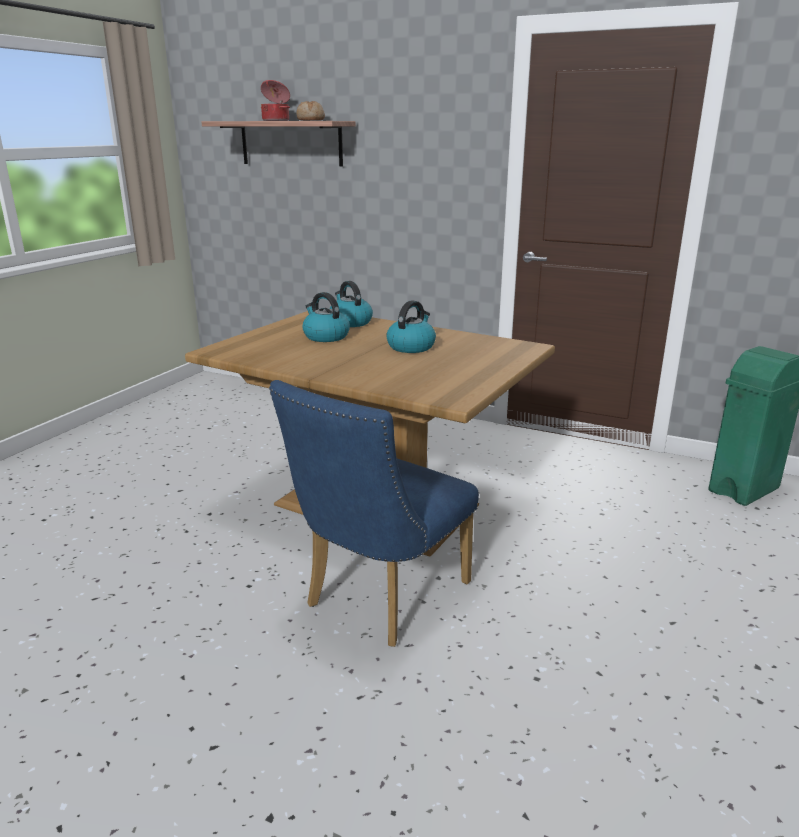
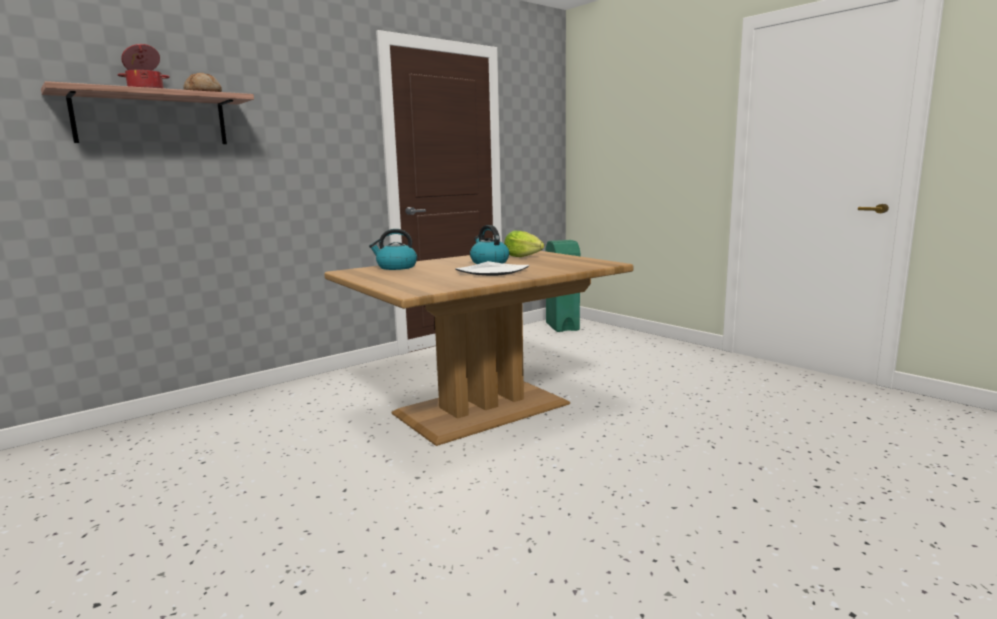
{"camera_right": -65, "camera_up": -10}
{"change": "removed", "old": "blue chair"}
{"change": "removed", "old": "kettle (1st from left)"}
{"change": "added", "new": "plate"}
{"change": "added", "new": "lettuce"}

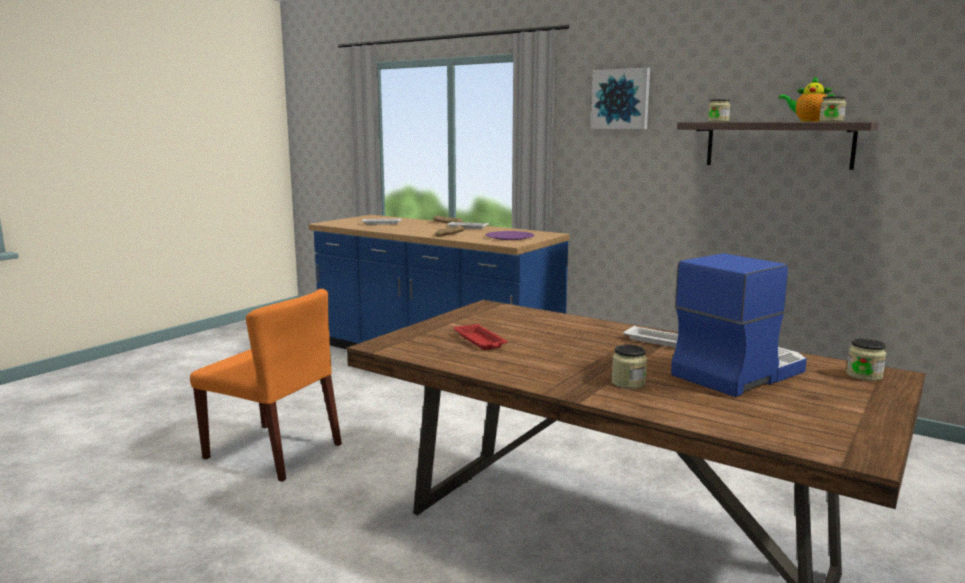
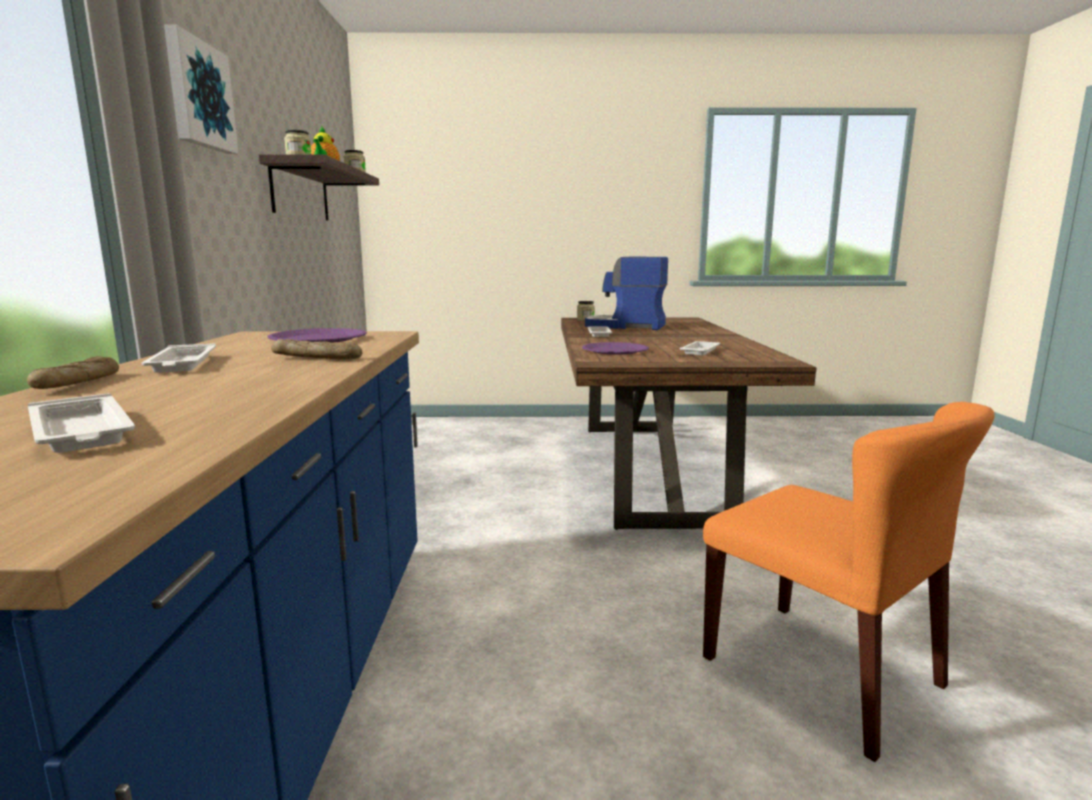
{"camera_right": -125, "camera_up": 0}
{"change": "turned", "old": "orange chair", "degrees": 150}
{"change": "recoloured", "old": "red tray", "new": "white tray (4th from left)"}
{"change": "removed", "old": "jar (1st from left)"}
{"change": "added", "new": "purple plate (2nd from left)"}

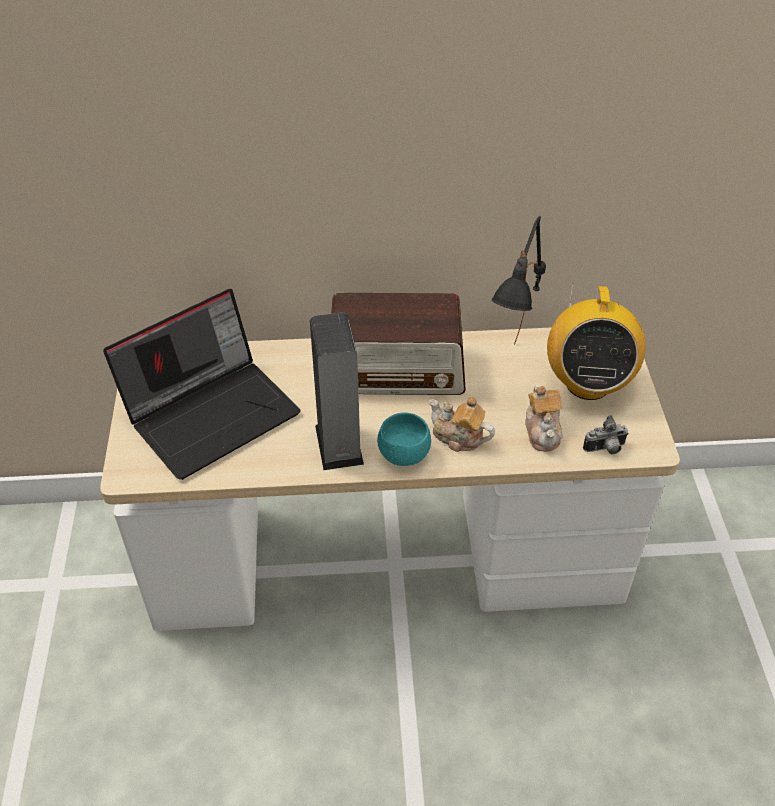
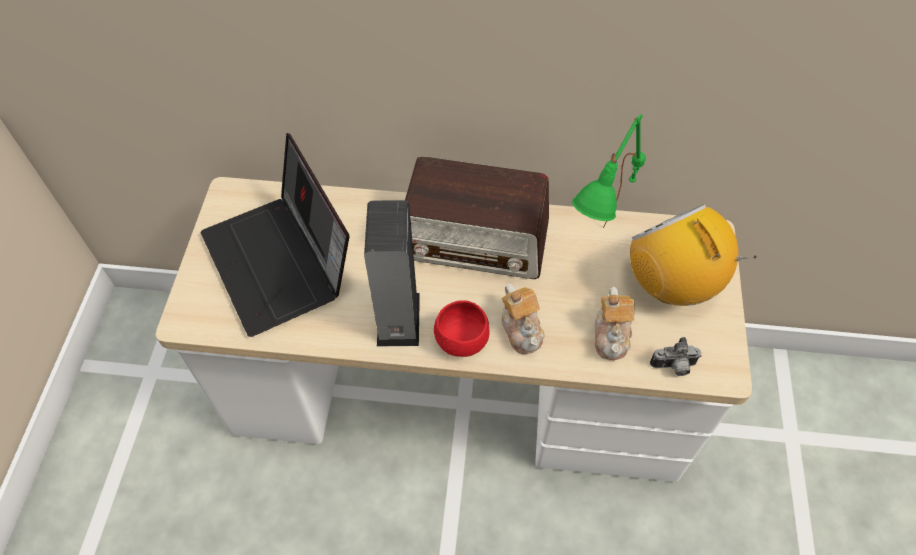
{"camera_right": 10, "camera_up": 10}
{"change": "turned", "old": "laptop", "degrees": 90}
{"change": "recoloured", "old": "turquoise bowl", "new": "red bowl"}
{"change": "turned", "old": "teapot (1st from left)", "degrees": -150}
{"change": "recoloured", "old": "black table lamp", "new": "green table lamp"}
{"change": "turned", "old": "radio (2nd from left)", "degrees": 135}

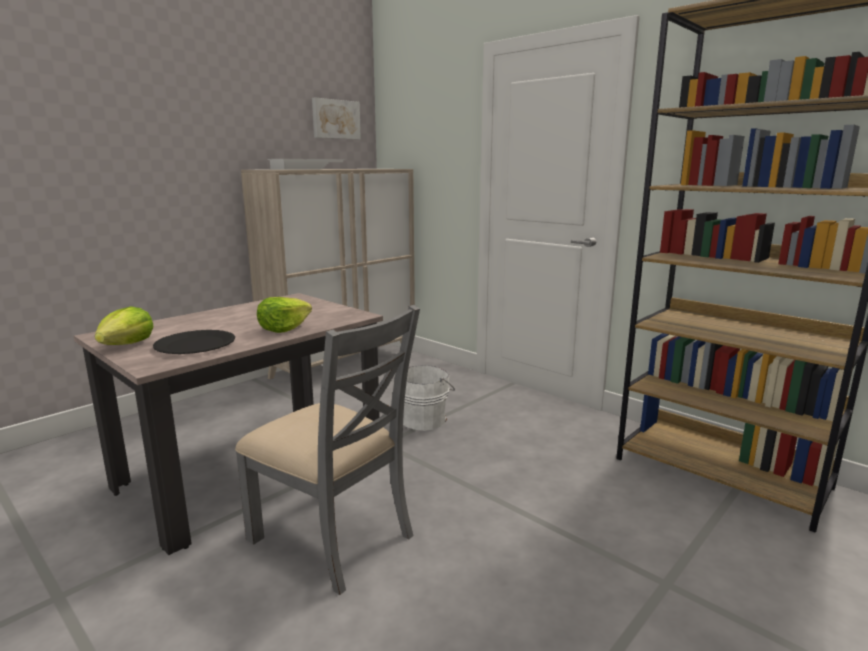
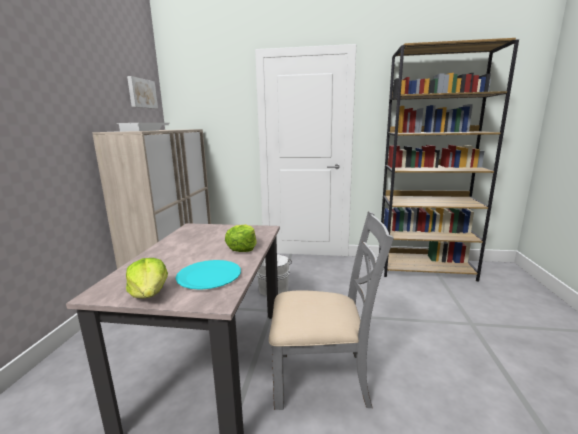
{"camera_right": -35, "camera_up": 0}
{"change": "recoloured", "old": "black plate", "new": "turquoise plate"}

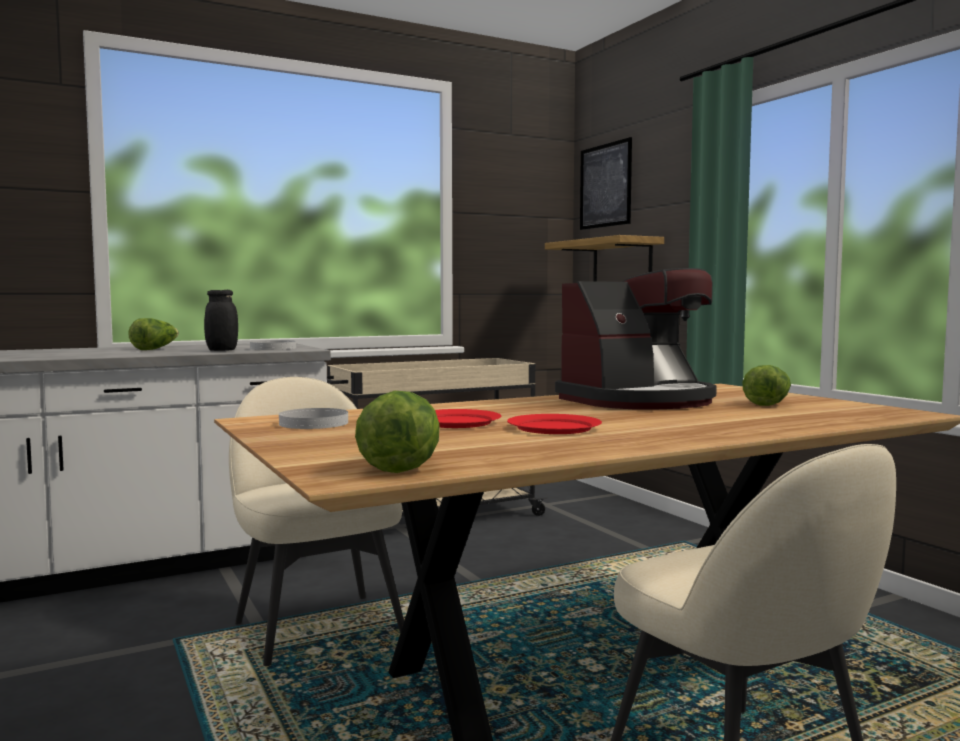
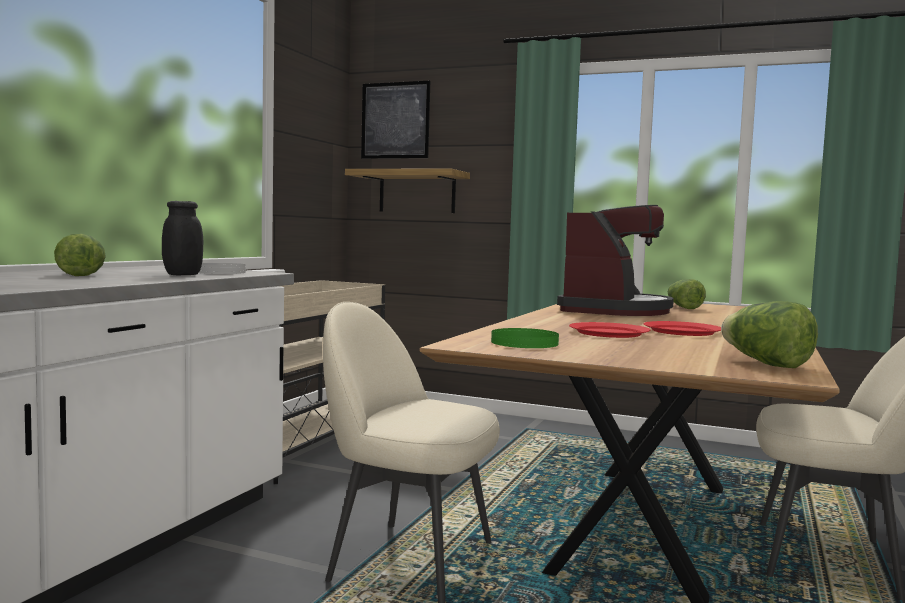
{"camera_right": -40, "camera_up": 0}
{"change": "recoloured", "old": "white plate (2nd from left)", "new": "green plate"}

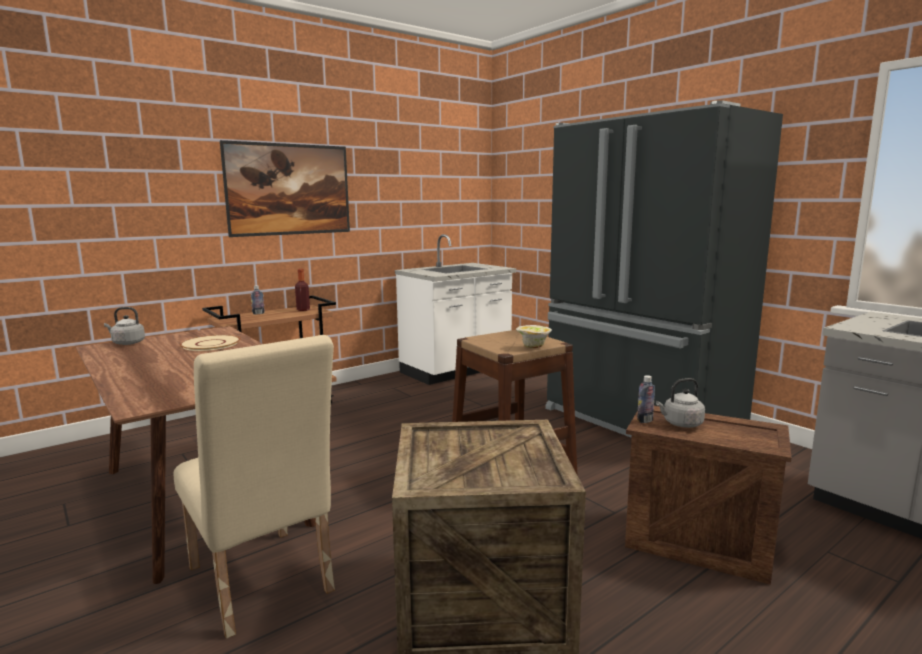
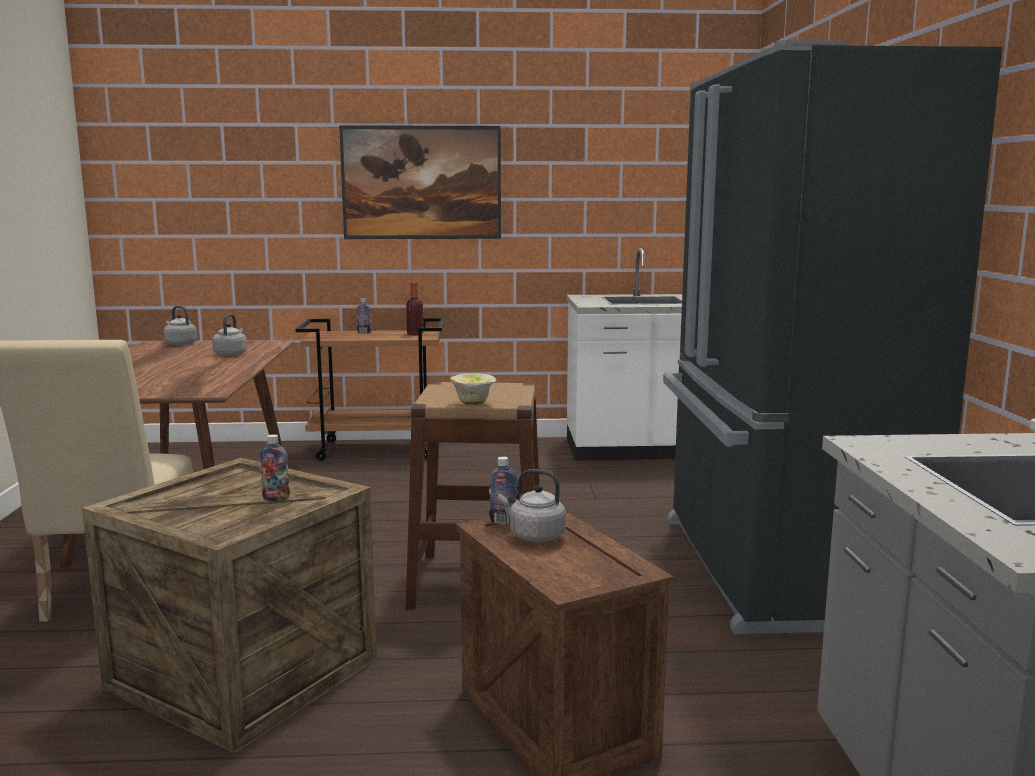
{"camera_right": 35, "camera_up": 0}
{"change": "replaced", "old": "beige plate", "new": "grey kettle (2nd from left)"}
{"change": "added", "new": "bottle (1st from left)"}

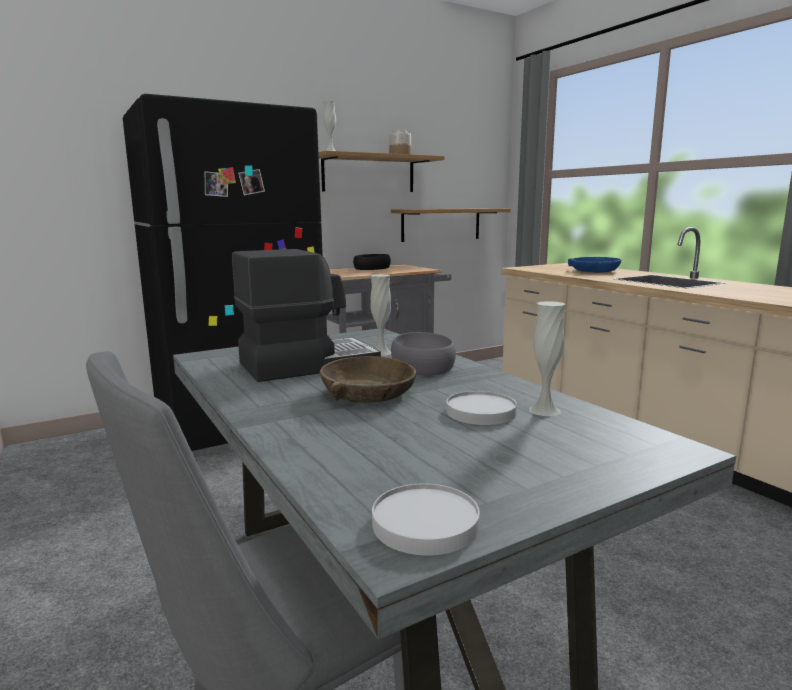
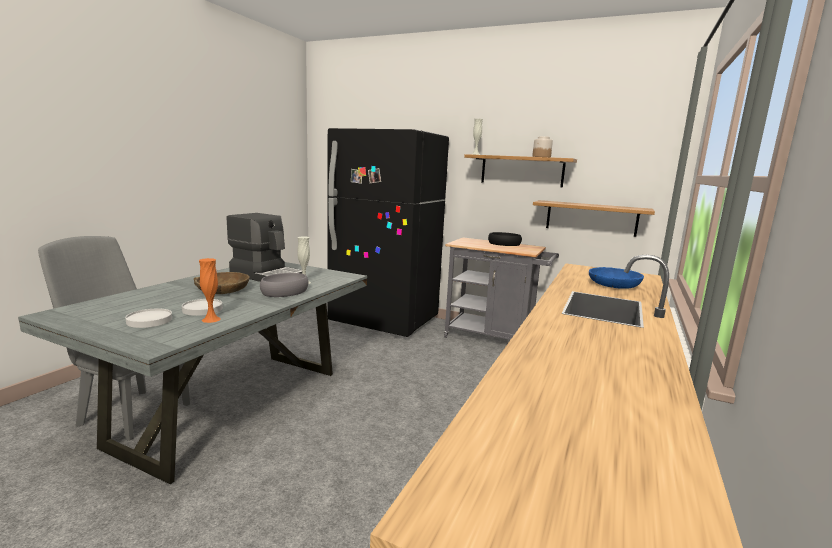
{"camera_right": 55, "camera_up": 0}
{"change": "moved", "old": "white plate (1st from left)"}
{"change": "recoloured", "old": "white vase (3rd from left)", "new": "orange vase"}

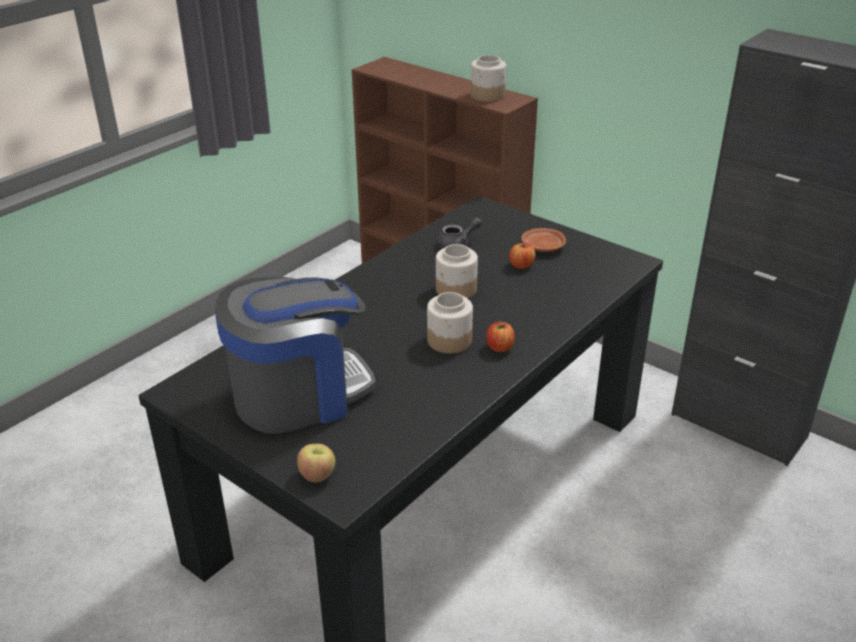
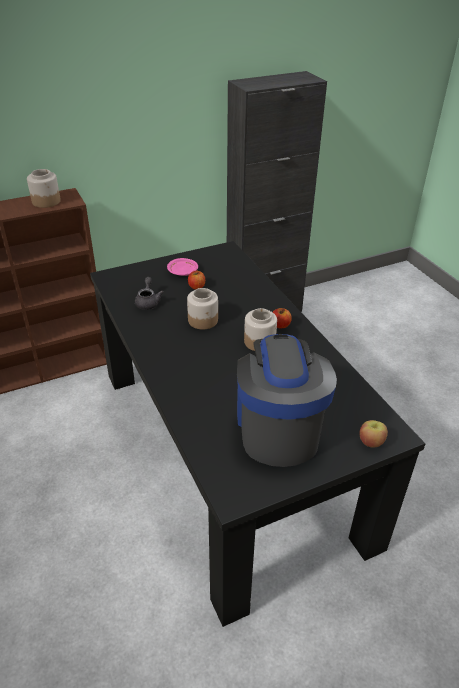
{"camera_right": -65, "camera_up": 5}
{"change": "recoloured", "old": "brown plate", "new": "pink plate"}

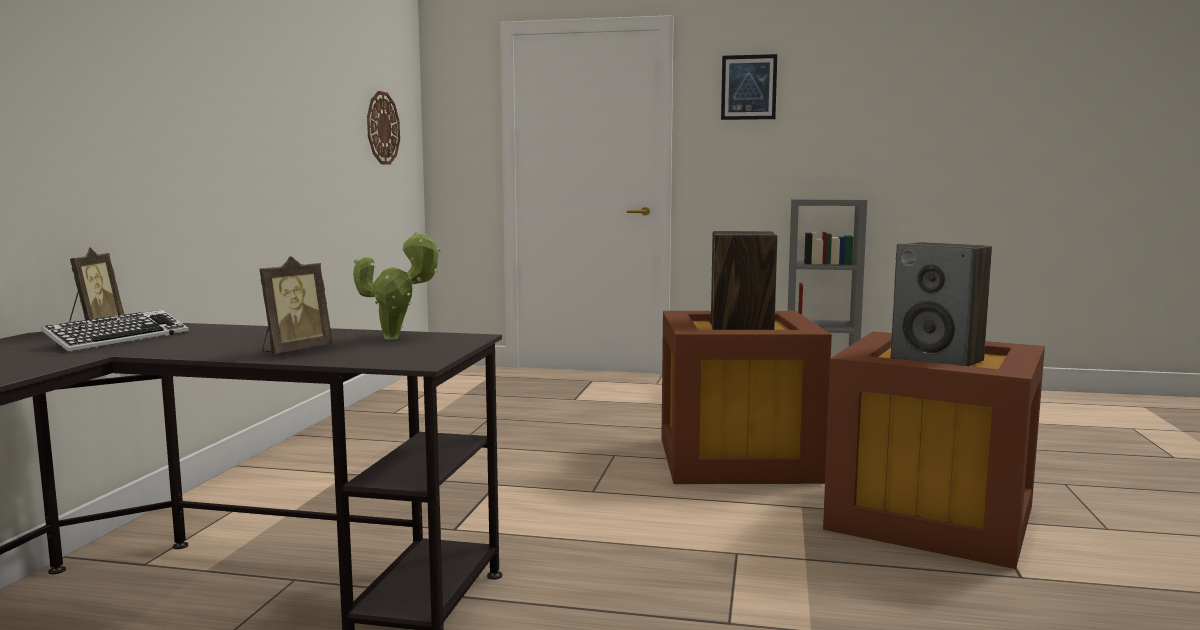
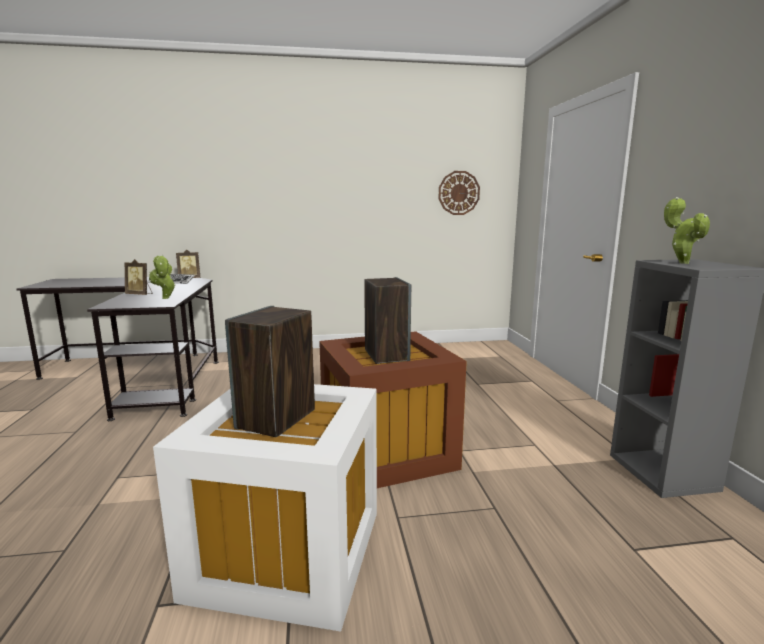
{"camera_right": 70, "camera_up": 5}
{"change": "removed", "old": "picture"}
{"change": "recoloured", "old": "brown storage box (2nd from left)", "new": "white storage box"}
{"change": "added", "new": "potted plant (2nd from left)"}

